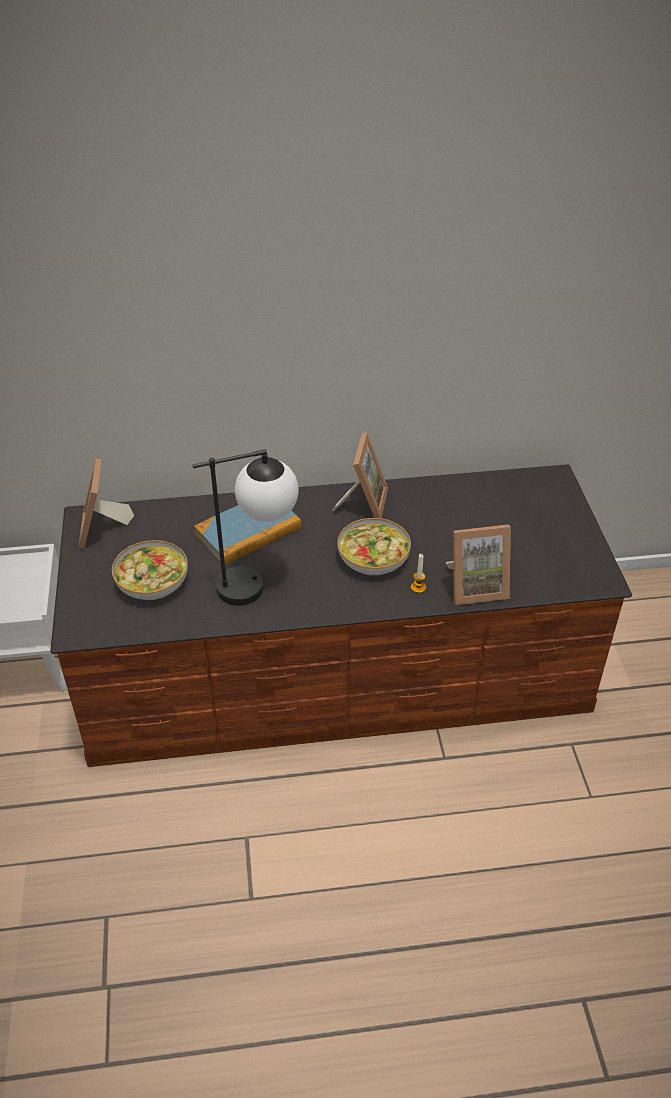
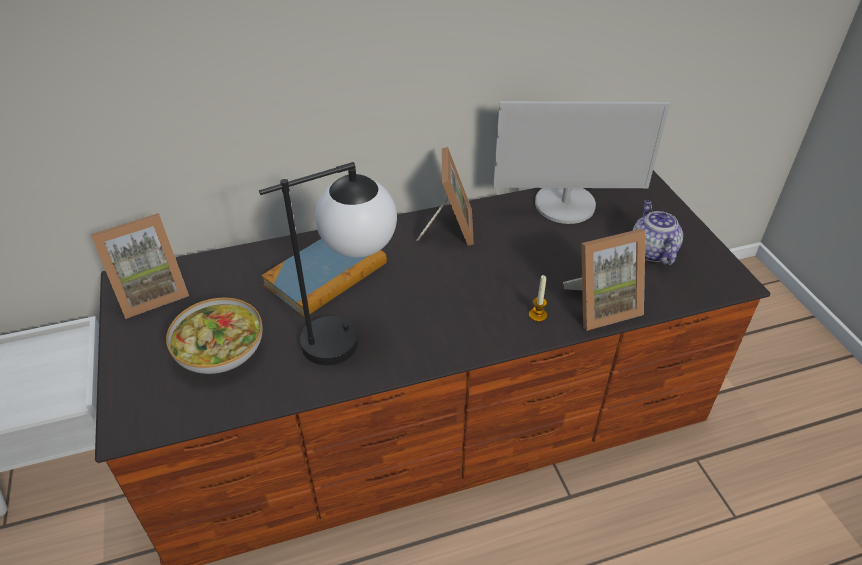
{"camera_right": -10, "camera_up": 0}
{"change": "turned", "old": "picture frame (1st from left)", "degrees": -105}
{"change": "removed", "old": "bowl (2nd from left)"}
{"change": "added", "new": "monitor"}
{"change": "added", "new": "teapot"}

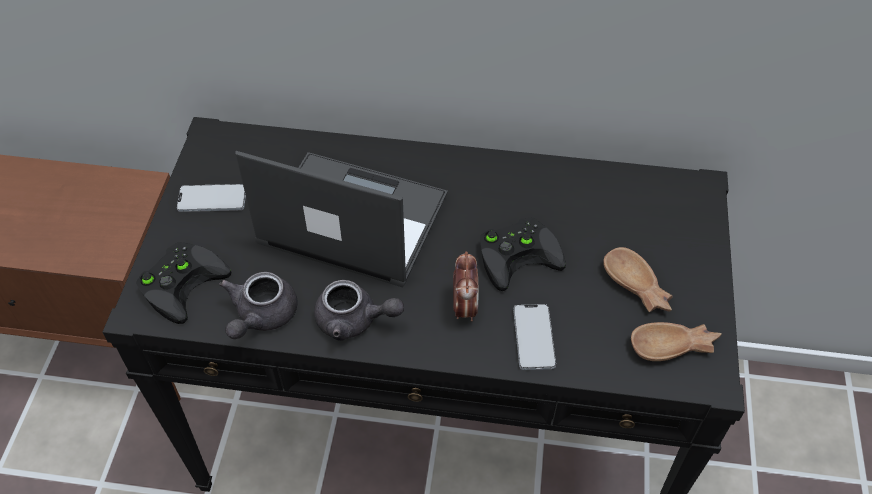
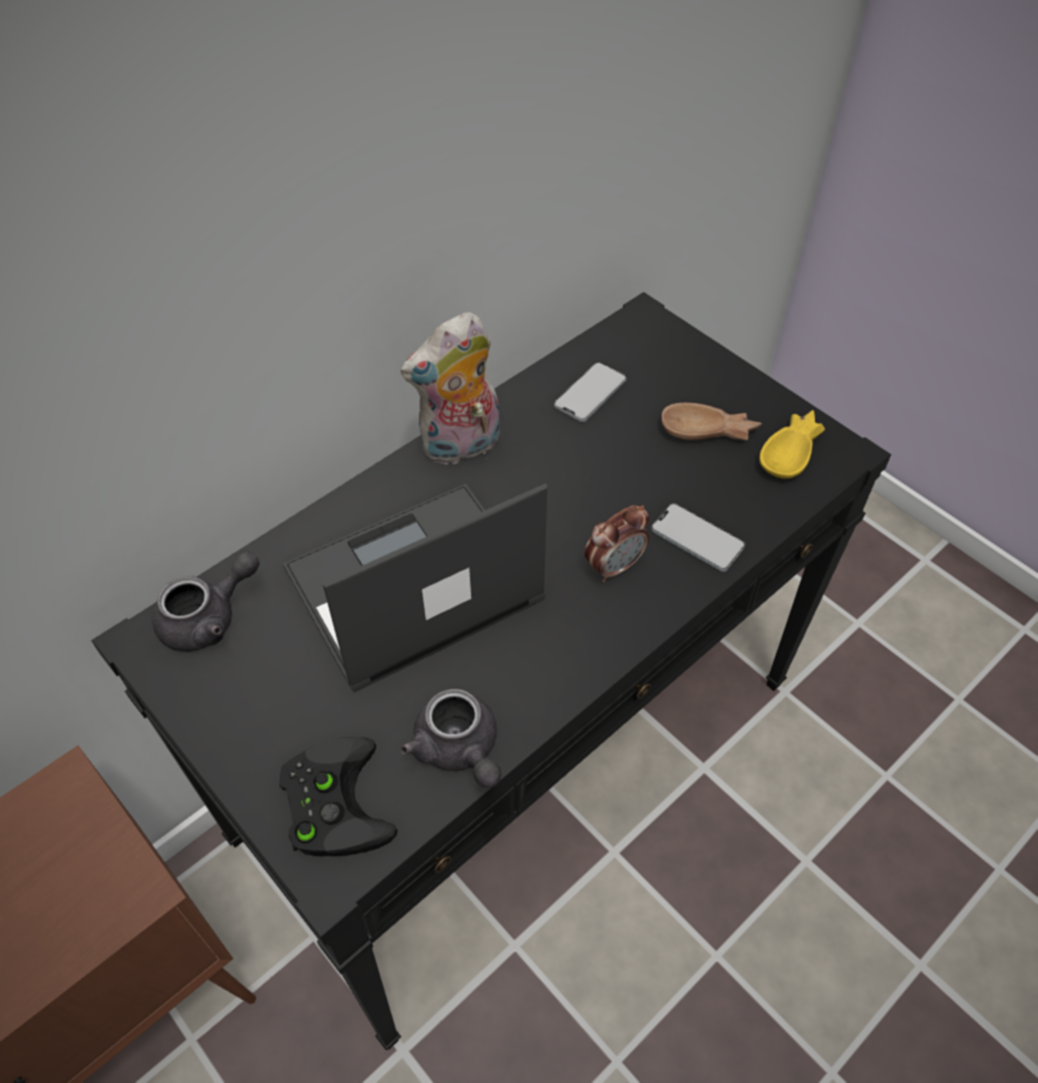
{"camera_right": -50, "camera_up": 0}
{"change": "moved", "old": "phone (1st from left)"}
{"change": "moved", "old": "grey teapot (2nd from left in the first image)", "new": "grey teapot (1st from left)"}
{"change": "turned", "old": "alarm clock", "degrees": 105}
{"change": "removed", "old": "black game controller (2nd from left)"}
{"change": "recoloured", "old": "brown bowl (2nd from left)", "new": "yellow bowl"}
{"change": "added", "new": "plush toy"}

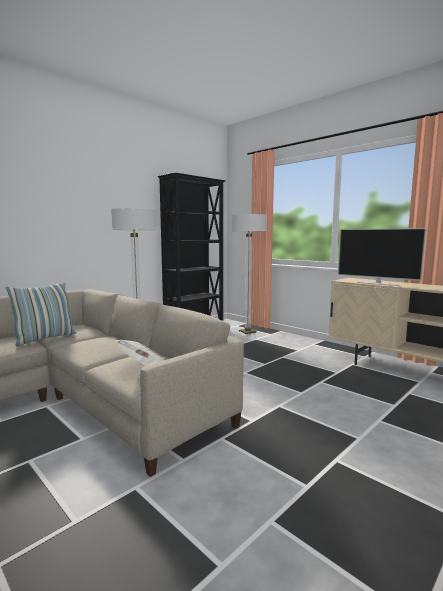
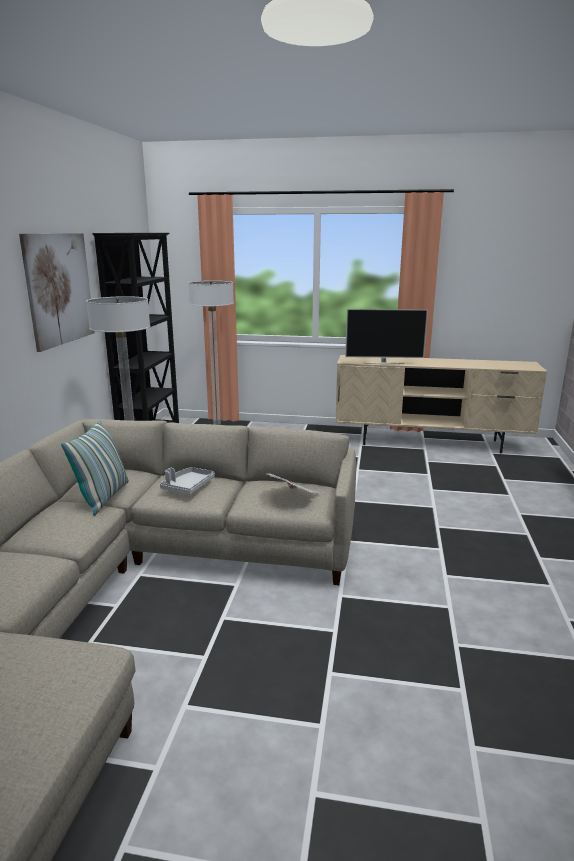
{"camera_right": -35, "camera_up": 10}
{"change": "added", "new": "picture"}
{"change": "added", "new": "grey tray"}

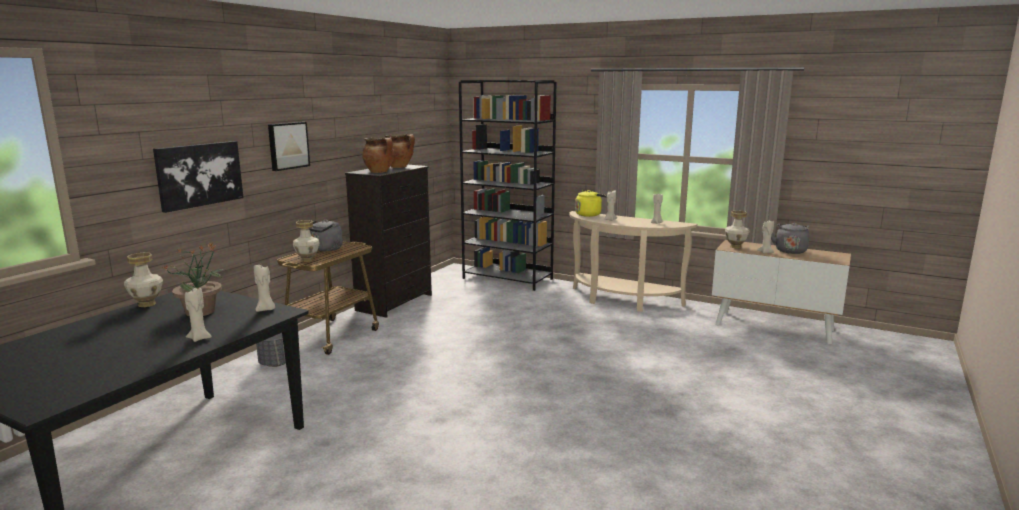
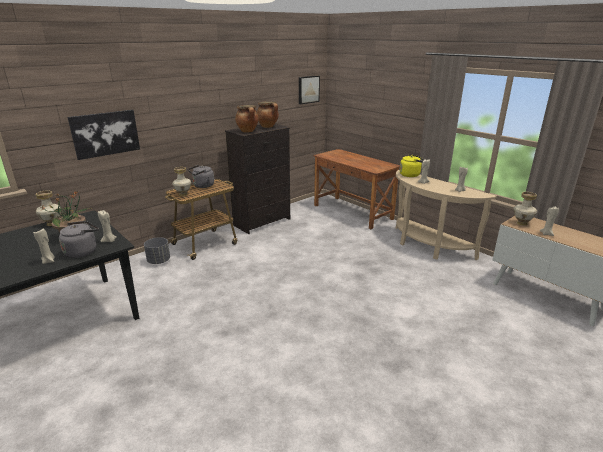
{"camera_right": 20, "camera_up": 10}
{"change": "moved", "old": "picture (2nd from left)"}
{"change": "replaced", "old": "black bookcase", "new": "brown desk"}
{"change": "moved", "old": "grey kettle (2nd from left in the first image)", "new": "grey kettle (1st from left)"}

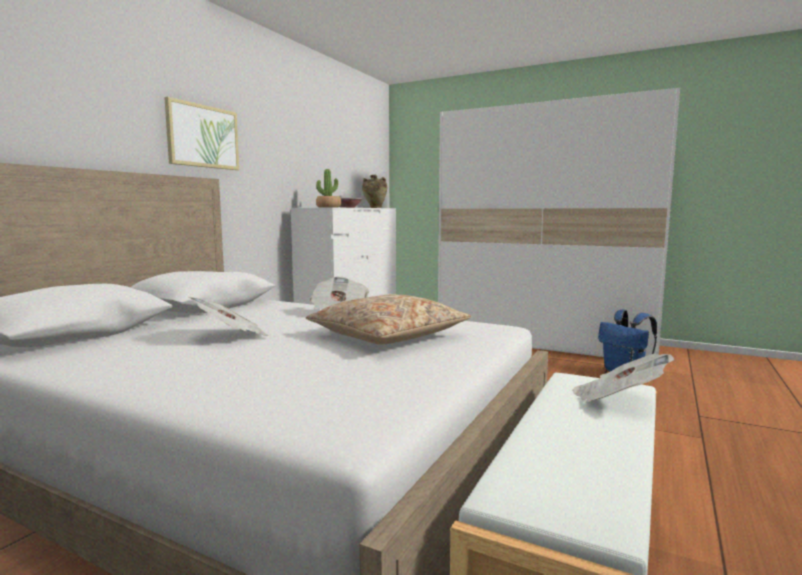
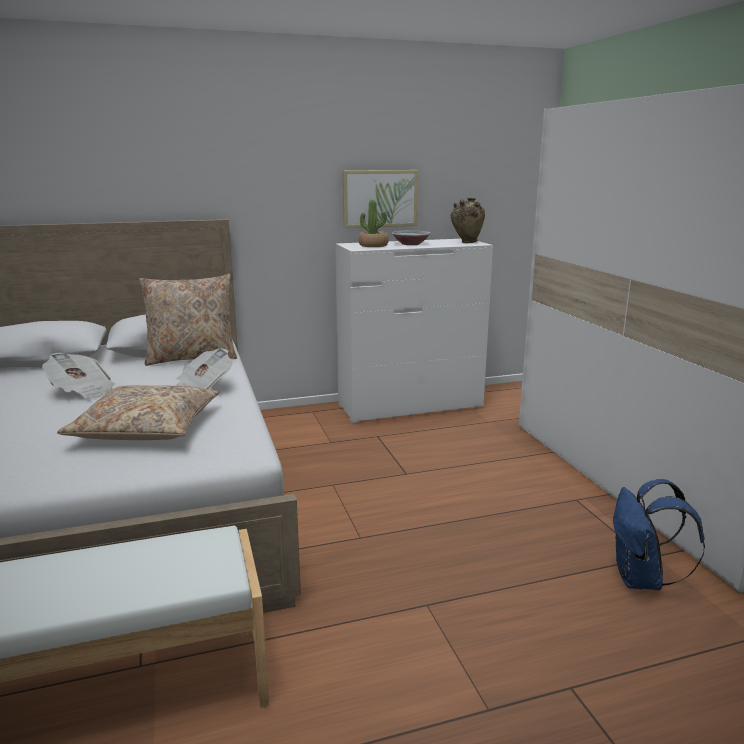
{"camera_right": 45, "camera_up": 10}
{"change": "moved", "old": "picture"}
{"change": "removed", "old": "newspaper (3rd from left)"}
{"change": "added", "new": "beige pillow (2nd from left)"}

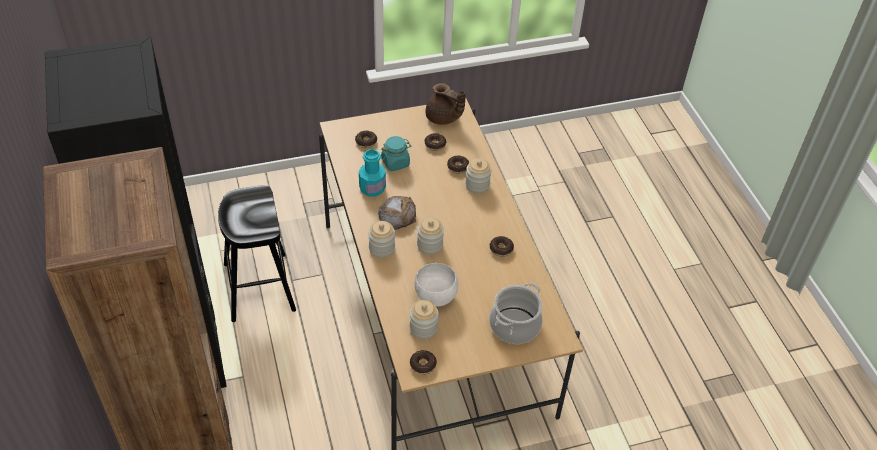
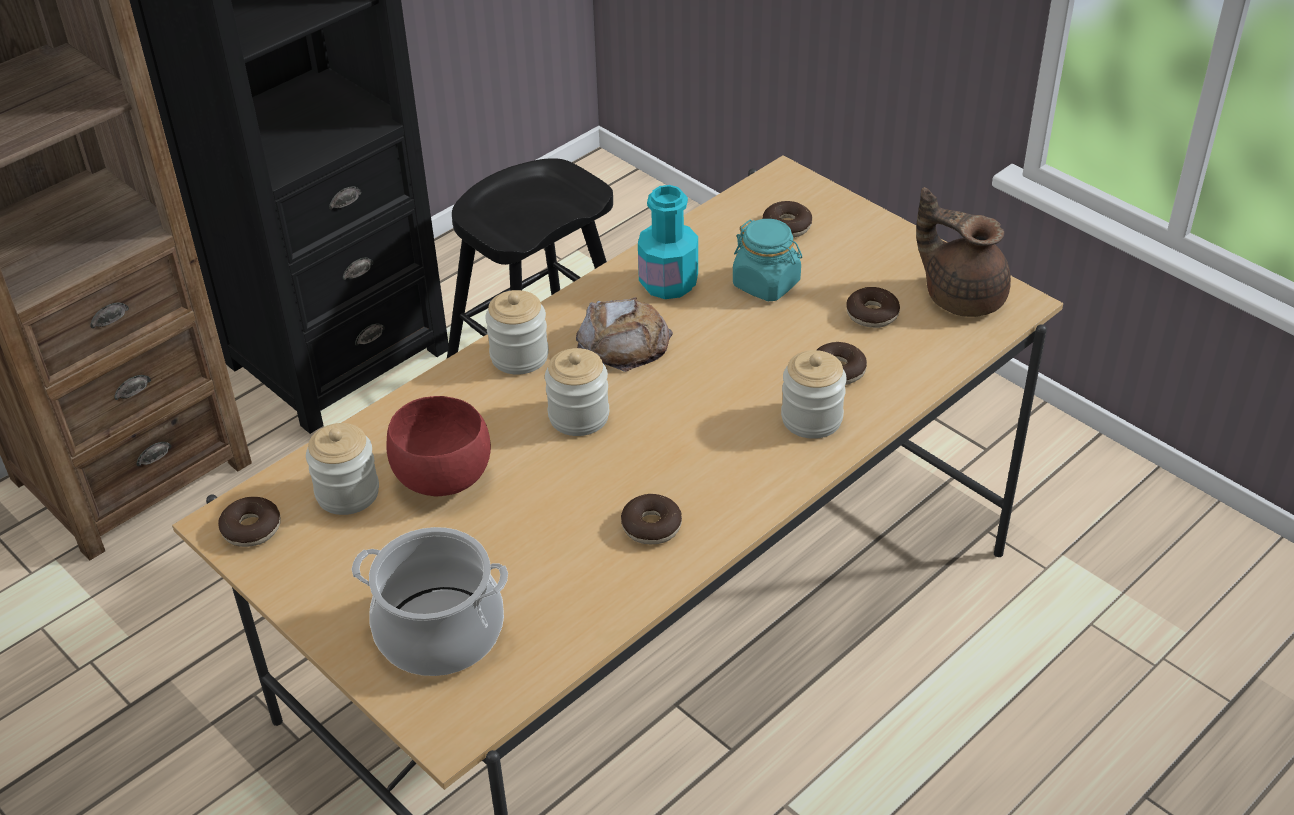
{"camera_right": 65, "camera_up": -5}
{"change": "recoloured", "old": "white bowl", "new": "red bowl"}
{"change": "turned", "old": "brown teapot", "degrees": 120}

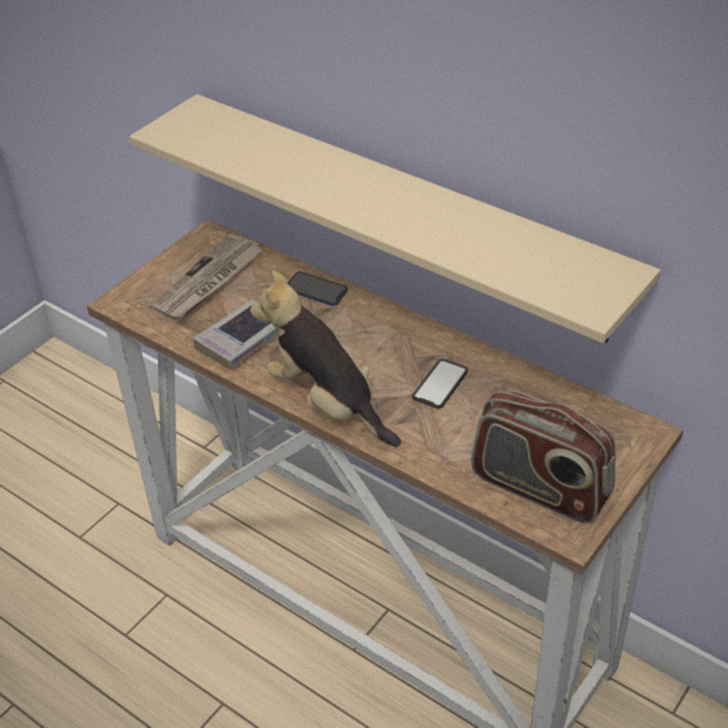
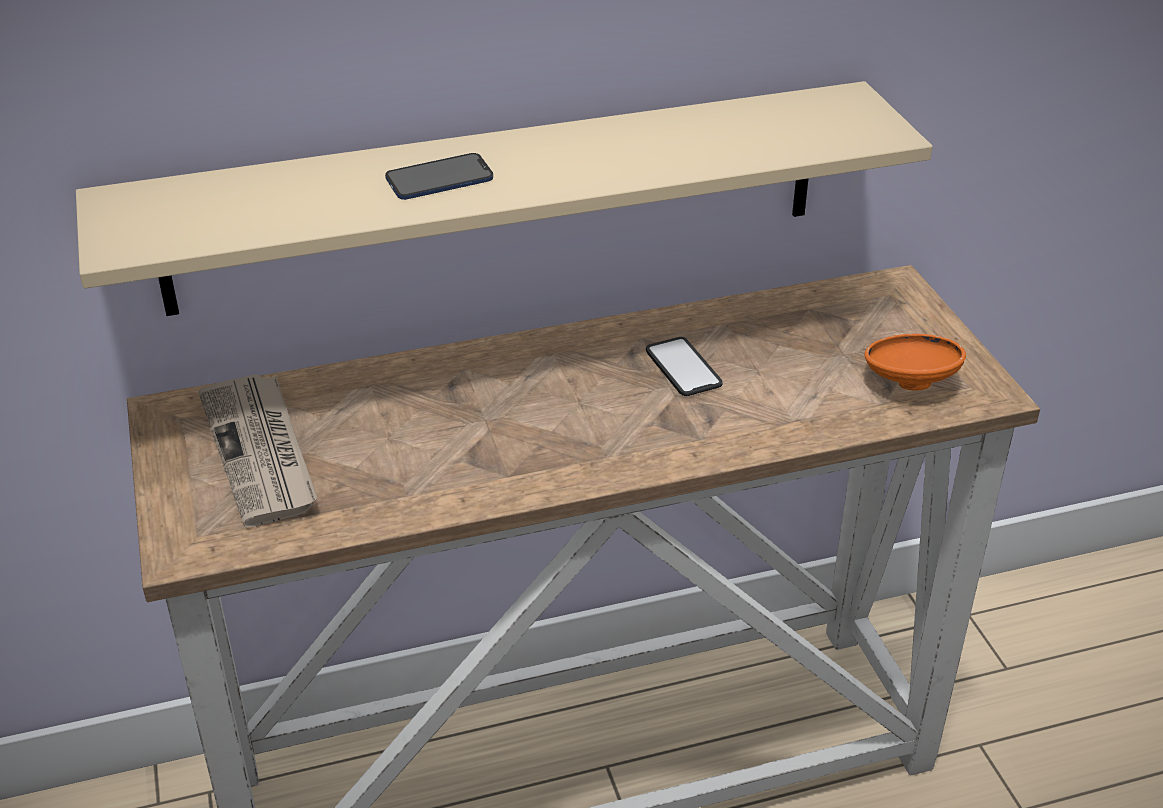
{"camera_right": -55, "camera_up": -5}
{"change": "removed", "old": "book"}
{"change": "removed", "old": "plush toy"}
{"change": "moved", "old": "phone (1st from left)"}
{"change": "replaced", "old": "radio", "new": "orange bowl"}

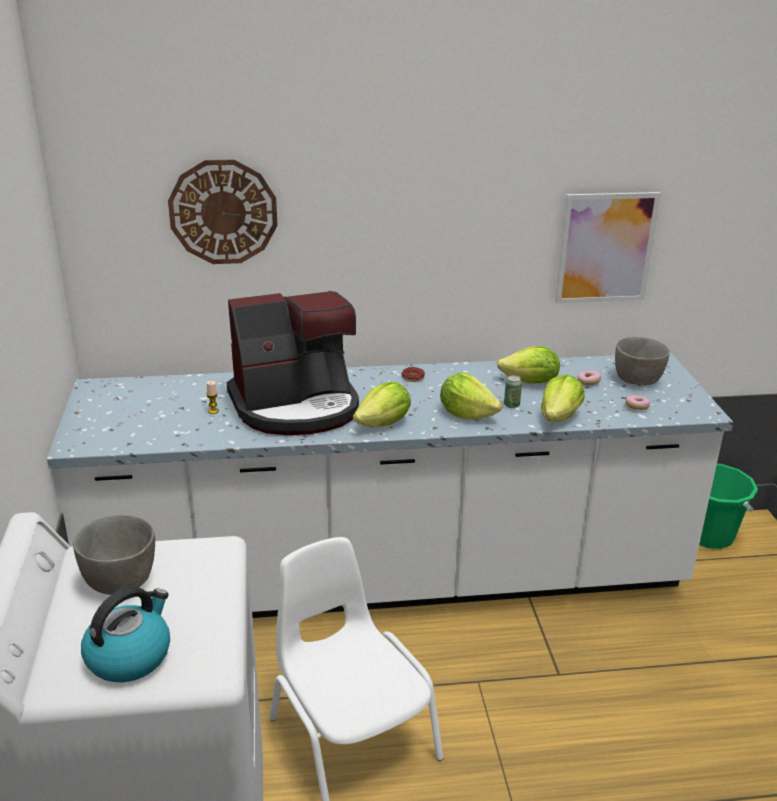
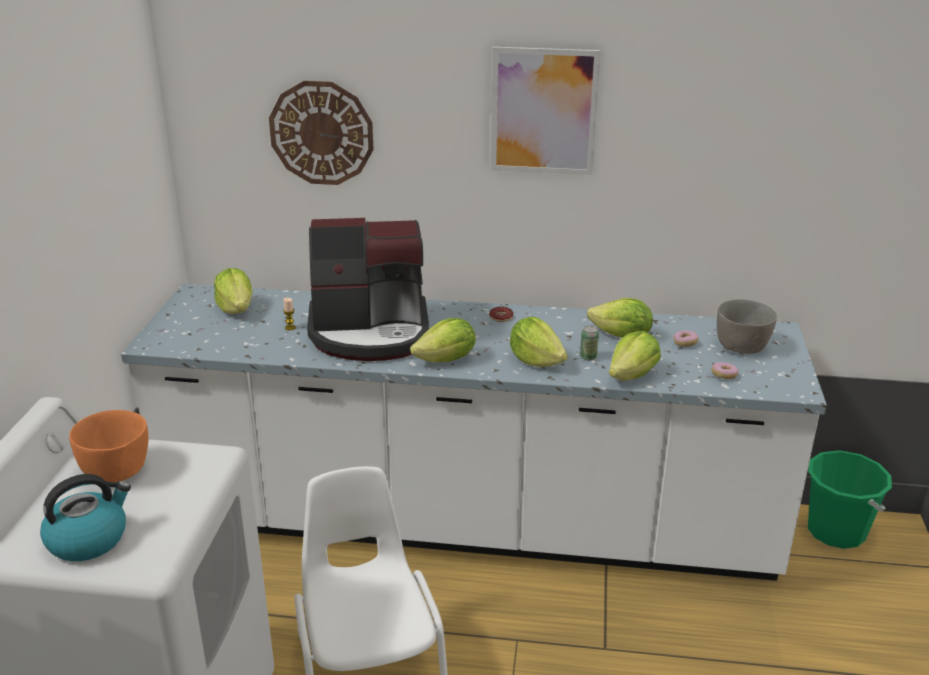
{"camera_right": 15, "camera_up": 0}
{"change": "recoloured", "old": "grey bowl (1st from left)", "new": "orange bowl"}
{"change": "moved", "old": "picture"}
{"change": "added", "new": "lettuce (1st from left)"}

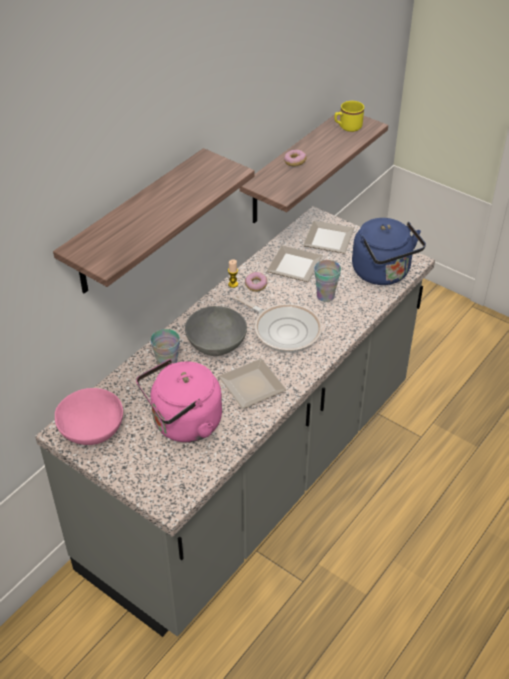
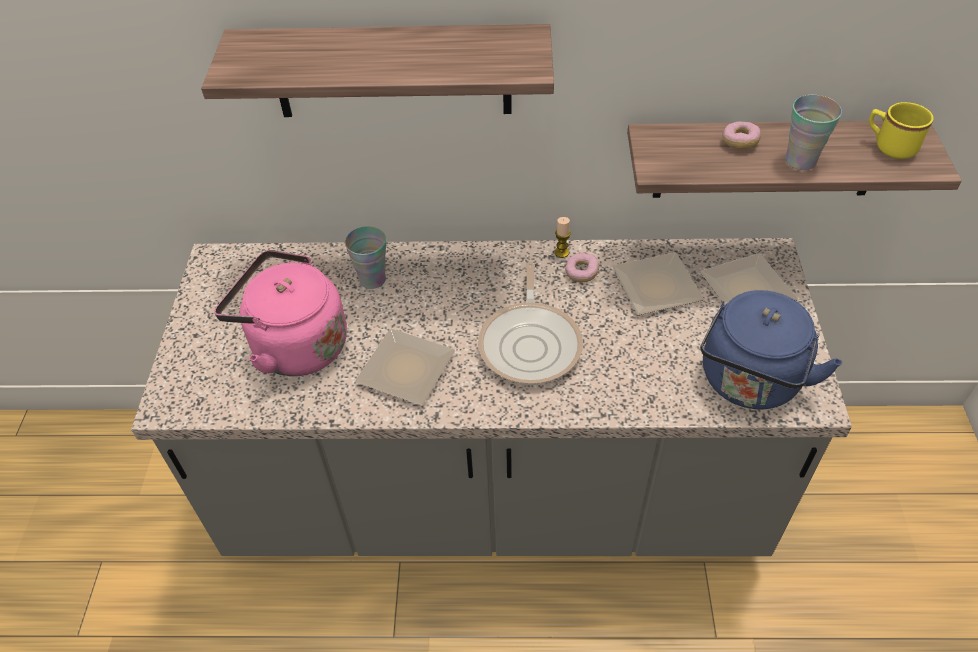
{"camera_right": 55, "camera_up": 5}
{"change": "removed", "old": "pink bowl"}
{"change": "removed", "old": "grey bowl"}
{"change": "moved", "old": "cup (2nd from left)"}

